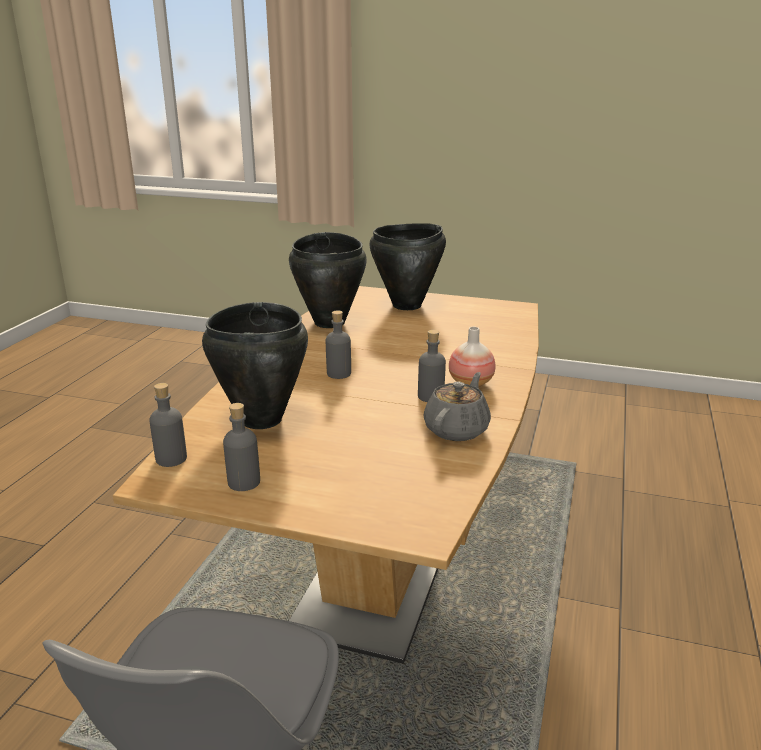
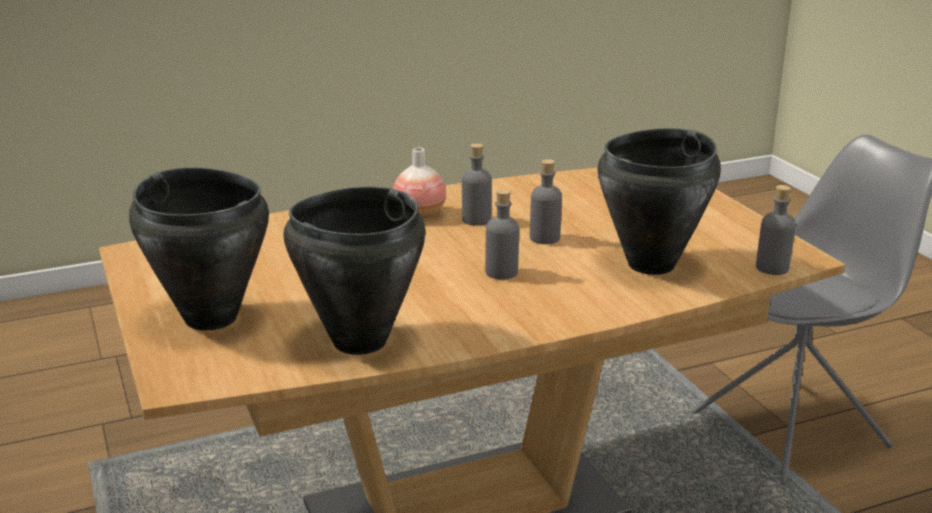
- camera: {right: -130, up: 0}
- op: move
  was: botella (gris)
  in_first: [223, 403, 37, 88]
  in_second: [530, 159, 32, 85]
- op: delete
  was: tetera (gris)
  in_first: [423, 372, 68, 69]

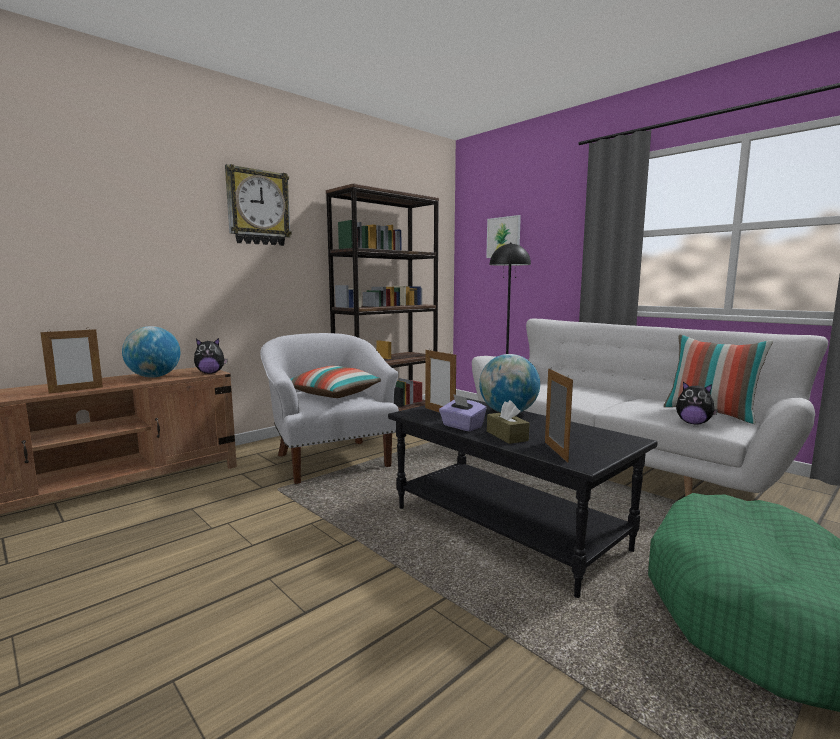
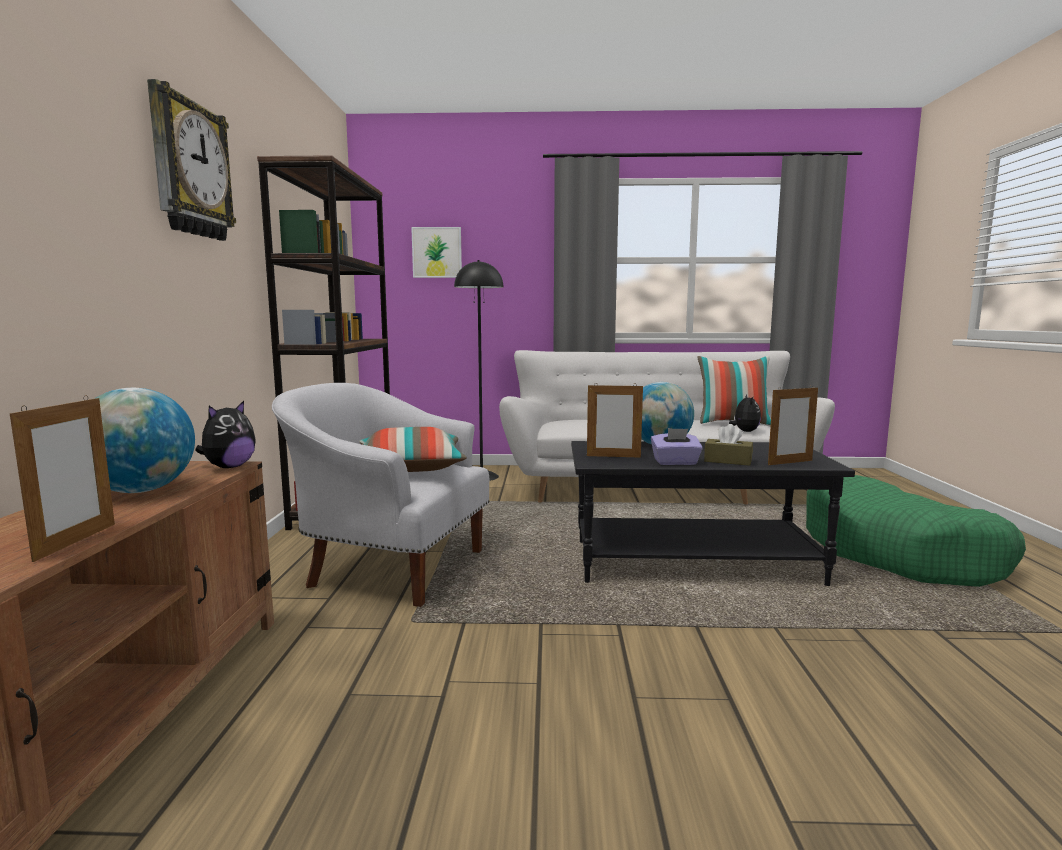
- camera: {right: -45, up: 0}
- op: rotate
  was: peluche
  in_first: [676, 381, 42, 44]
  in_second: [729, 394, 32, 38]
  clockwise: -75
- op: rotate
  was: portarretratos
  in_first: [545, 367, 28, 96]
  in_second: [768, 385, 50, 80]
  clockwise: 120

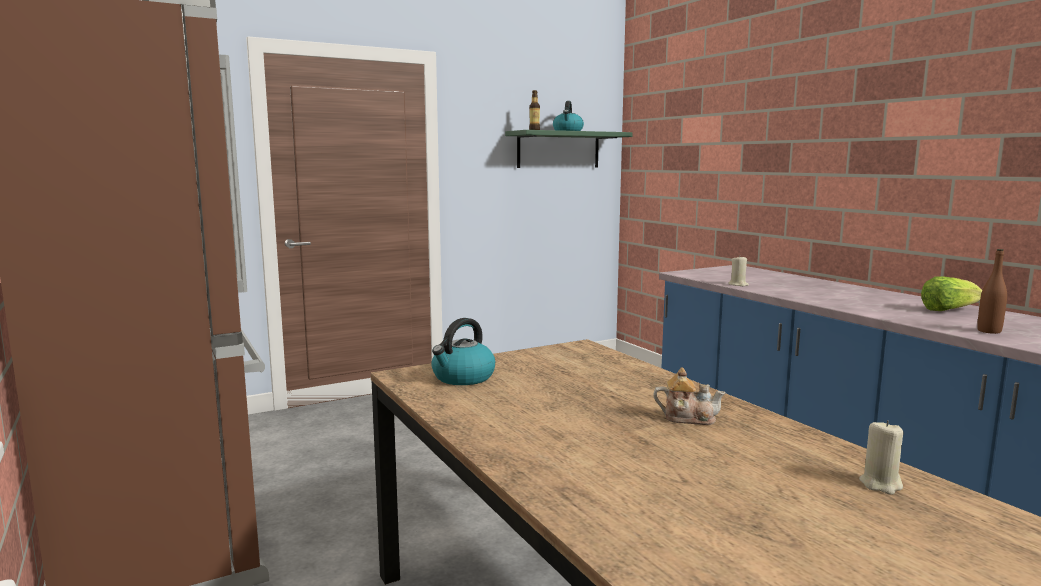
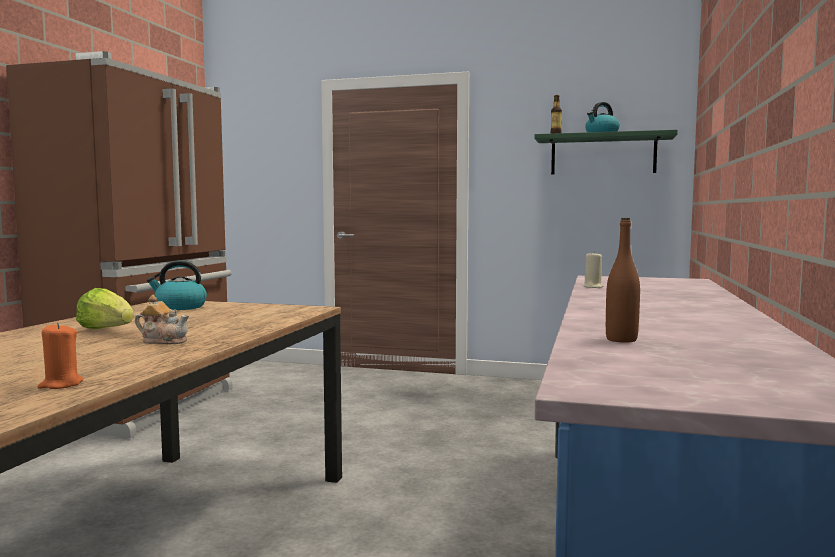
- camera: {right: 45, up: -5}
- op: recolor
  was: vela (beis)
  now: vela (naranja)
  in_first: [859, 420, 44, 75]
  in_second: [38, 323, 45, 66]
- op: move
  was: lechuga
  in_first: [921, 276, 61, 35]
  in_second: [76, 288, 58, 41]
- op: rotate
  was: tetera
  in_first: [653, 367, 73, 58]
  in_second: [135, 295, 54, 49]
  clockwise: -45

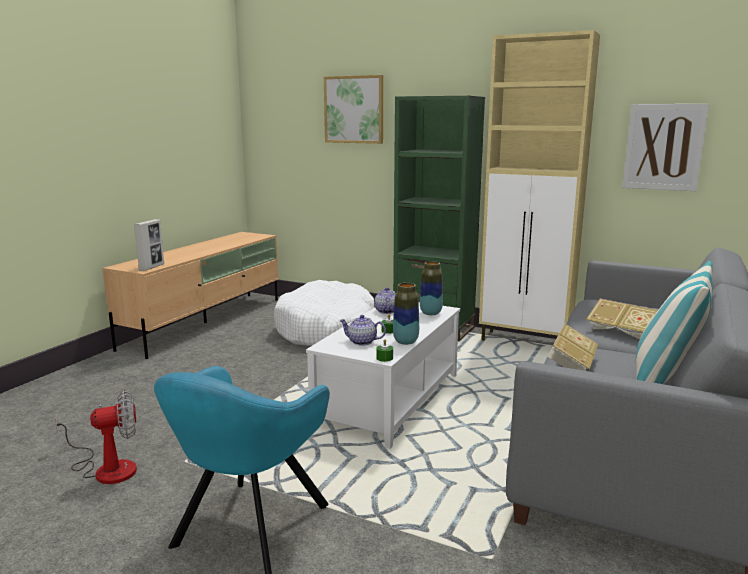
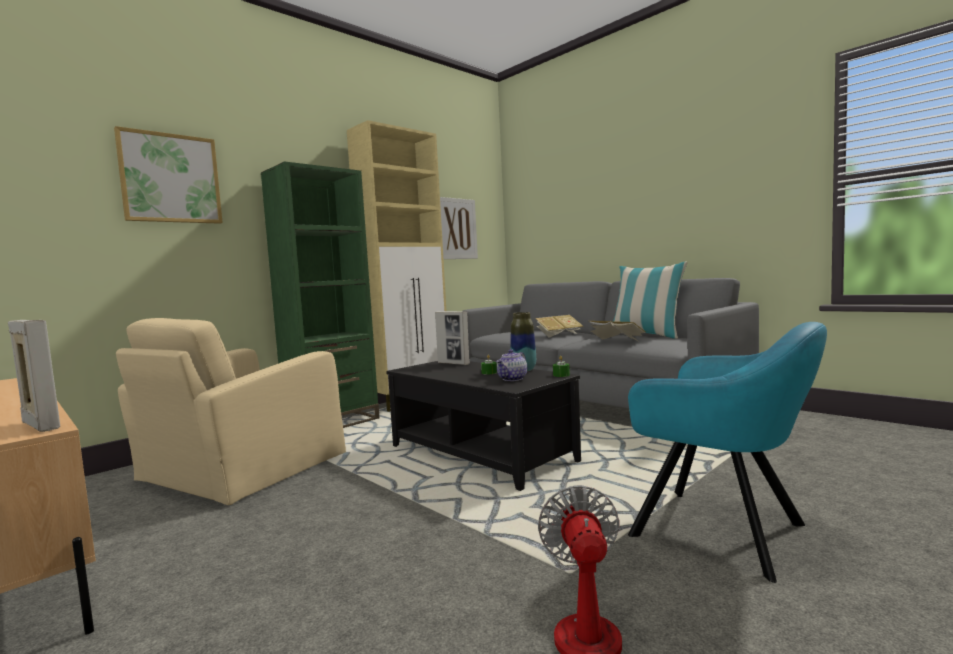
- camera: {right: -70, up: -10}
- op: replace
  was: cama para perro (blanco)
  now: sillón (beis)
  in_first: [274, 280, 101, 66]
  in_second: [116, 318, 230, 187]
- op: recolor
  was: mesa de centro (blanco)
  now: mesa de centro (negro)
  in_first: [306, 302, 154, 147]
  in_second: [386, 361, 195, 130]
- op: replace
  was: florero
  now: portarretratos
  in_first: [420, 261, 23, 54]
  in_second: [435, 311, 35, 54]
- op: delete
  was: tetera
  in_first: [374, 288, 22, 26]

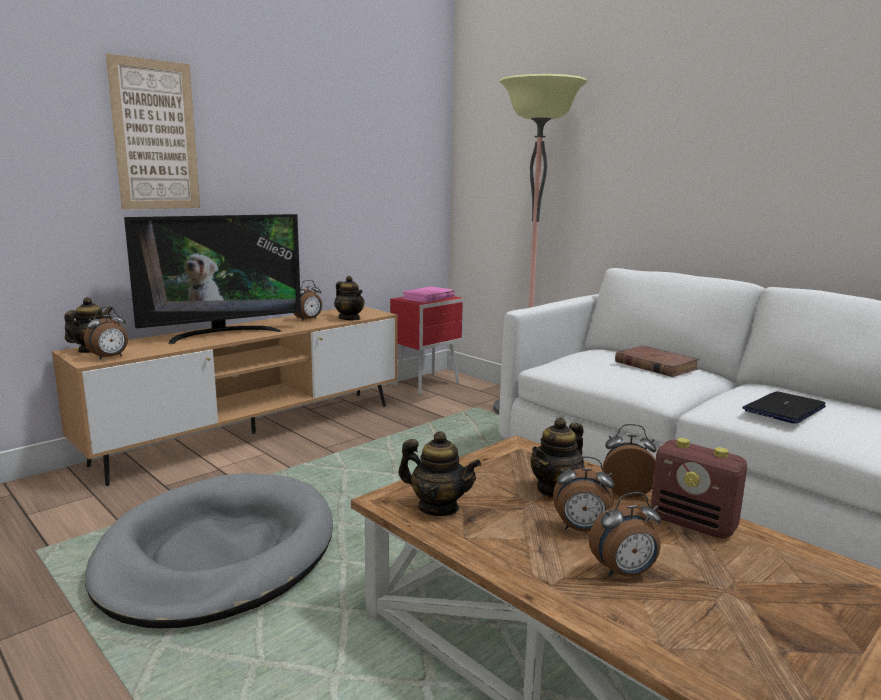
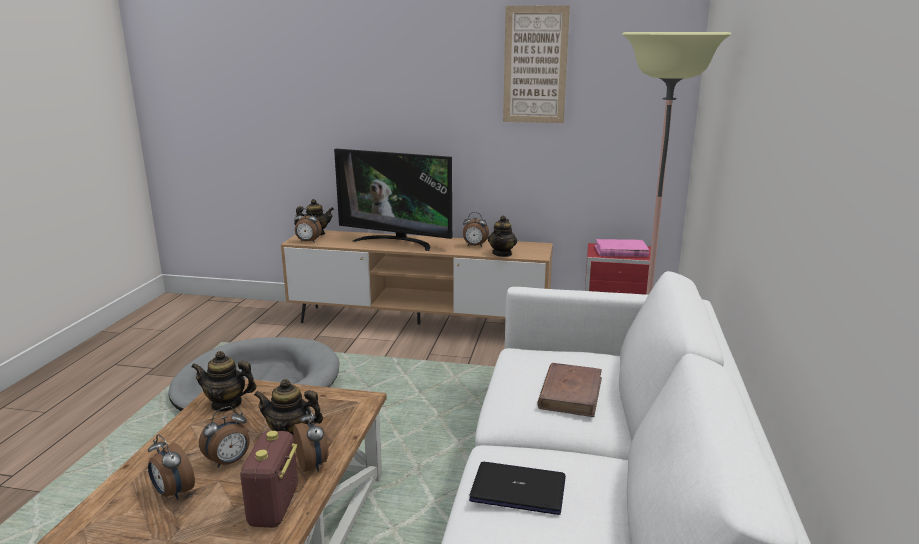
- camera: {right: 55, up: 5}
- op: rotate
  was: tetera
  in_first: [398, 431, 83, 85]
  in_second: [191, 351, 65, 61]
  clockwise: 105
- op: rotate
  was: despertador
  in_first: [553, 456, 62, 76]
  in_second: [199, 406, 51, 62]
  clockwise: -105
- op: move
  was: cuadro
  in_first: [106, 53, 94, 157]
  in_second: [503, 5, 67, 118]

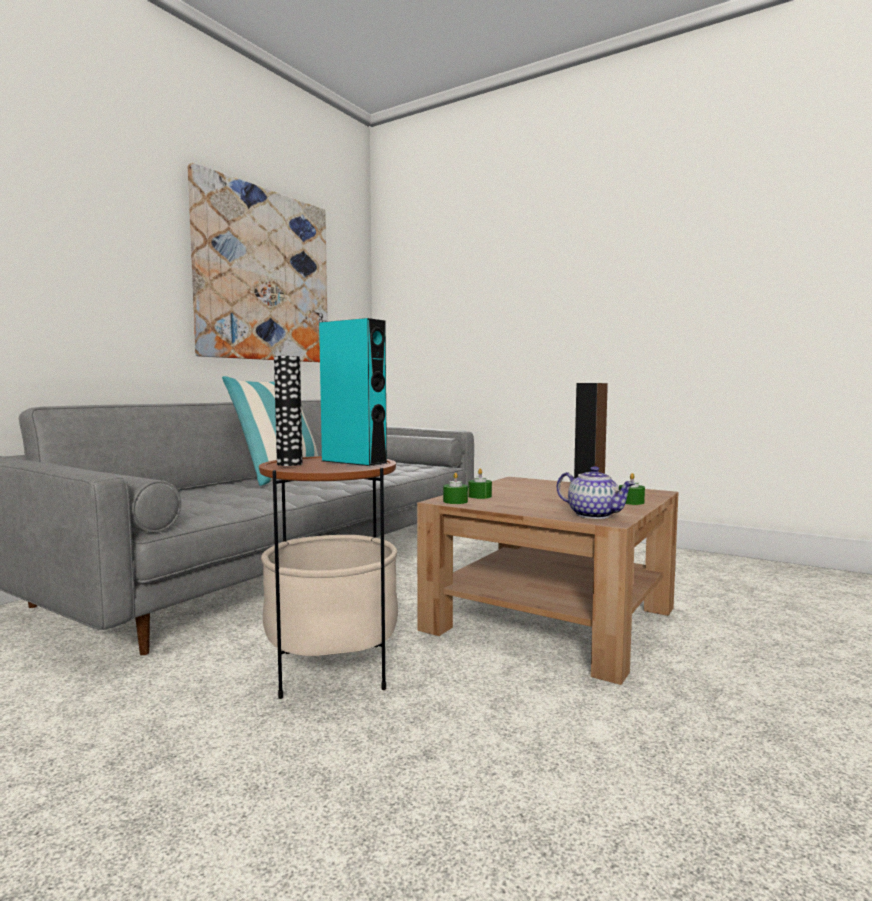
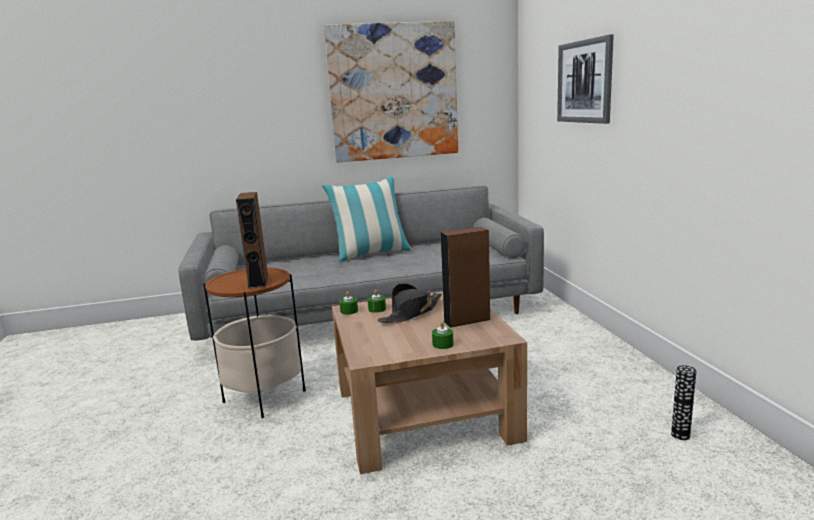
- camera: {right: 45, up: 10}
- op: recolor
  was: altavoz (turquesa)
  now: altavoz (marrón)
  in_first: [319, 318, 68, 148]
  in_second: [236, 192, 32, 96]
- op: insert
  now: sombrero (negro)
  in_second: [378, 283, 64, 40]
- op: insert
  now: cuadro
  in_second: [557, 34, 57, 90]
- op: move
  was: florero
  in_first: [274, 356, 29, 110]
  in_second: [671, 365, 25, 75]
- op: delete
  was: tetera
  in_first: [557, 466, 78, 53]

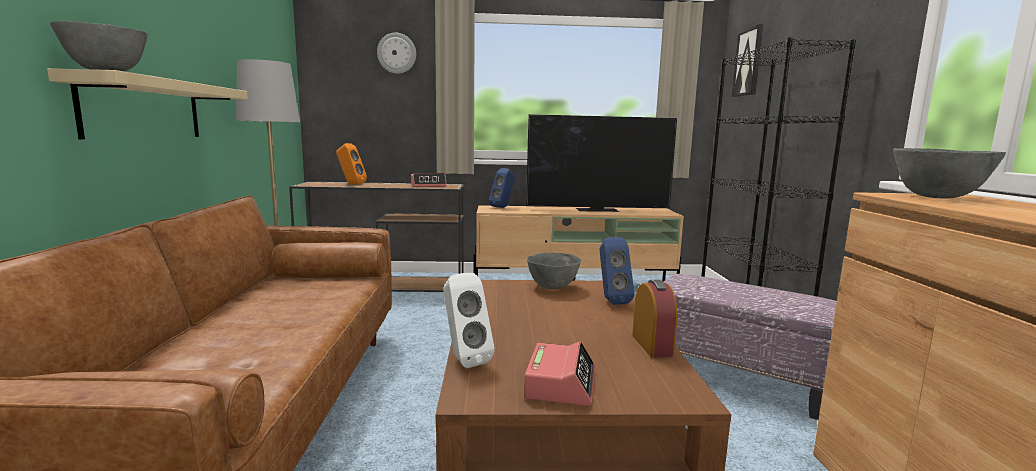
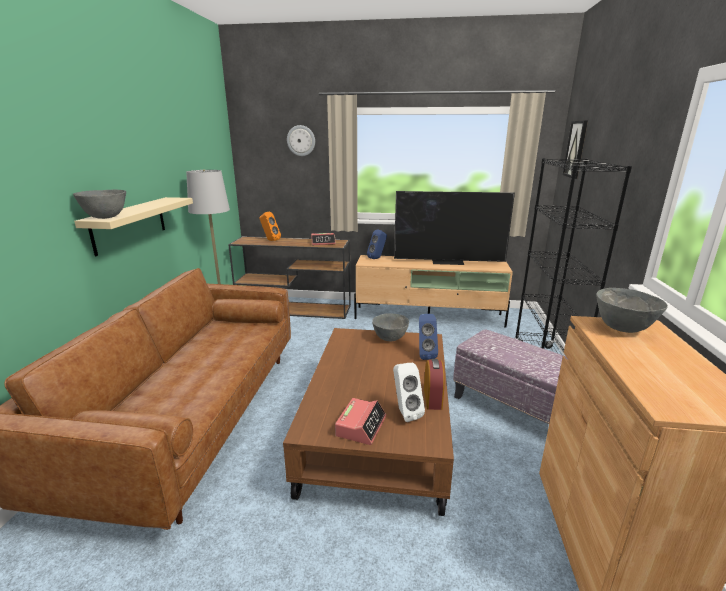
- camera: {right: 10, up: 10}
- op: move
  was: altavoz (blanco)
  in_first: [443, 273, 52, 95]
  in_second: [393, 363, 32, 59]

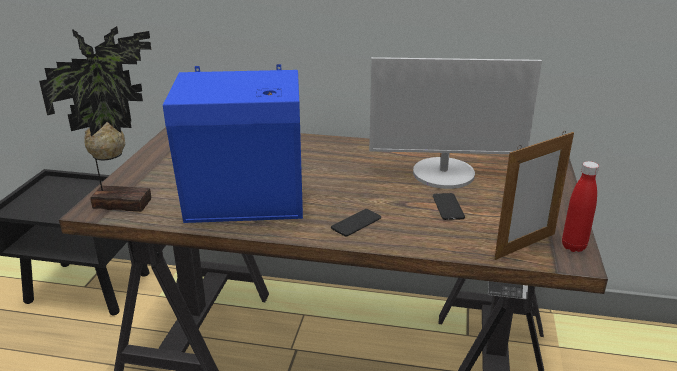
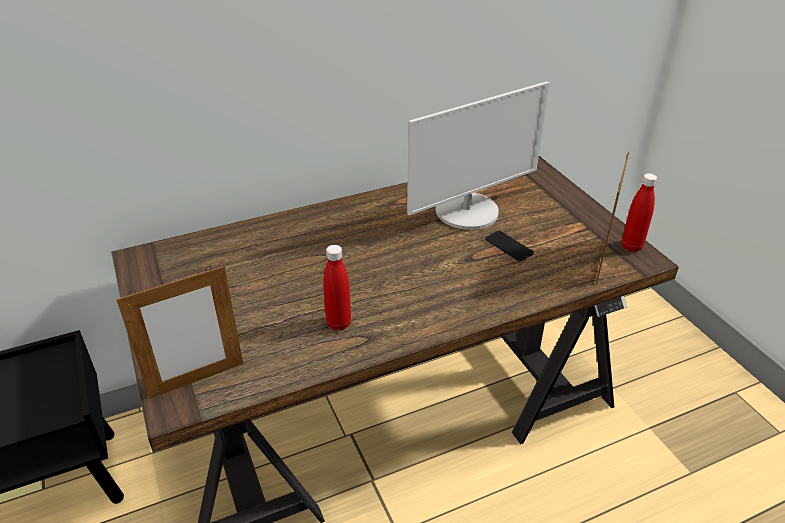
- camera: {right: -35, up: 10}
- op: replace
  was: planta en maceta
  now: portarretratos
  in_first: [39, 26, 112, 186]
  in_second: [116, 266, 127, 133]
- op: replace
  was: altavoz (azul)
  now: botella (rojo)
  in_first: [163, 64, 140, 159]
  in_second: [323, 245, 28, 85]
- op: delete
  was: móvil
  in_first: [331, 209, 50, 28]

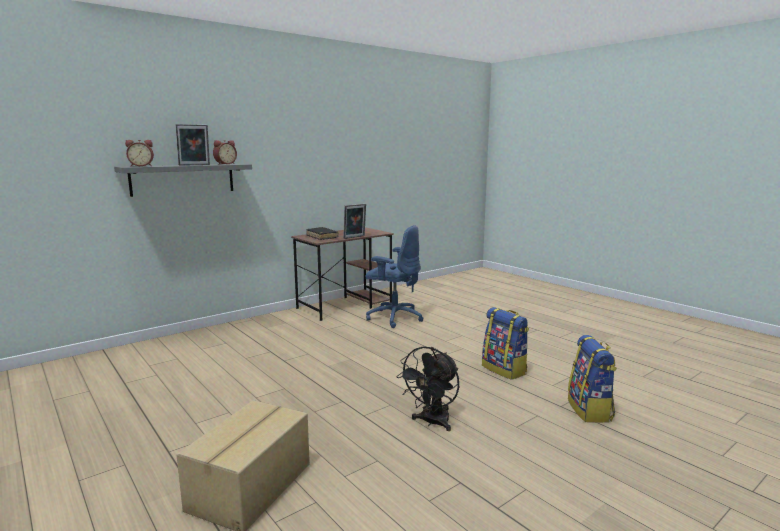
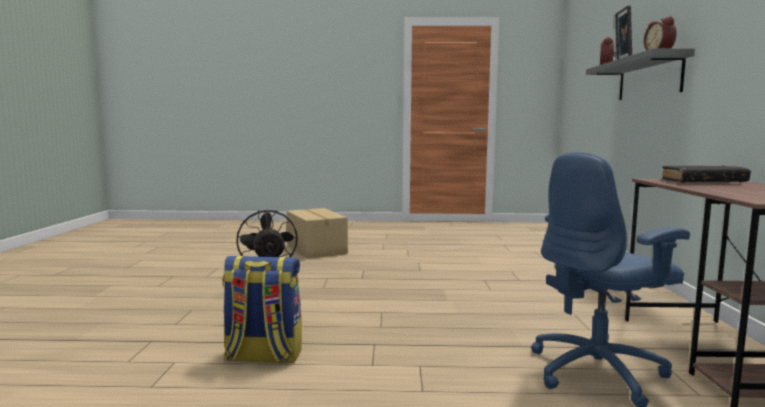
- camera: {right: 130, up: -5}
- op: delete
  was: portarretratos
  in_first: [343, 204, 23, 35]
- op: delete
  was: mochila
  in_first: [568, 335, 49, 88]

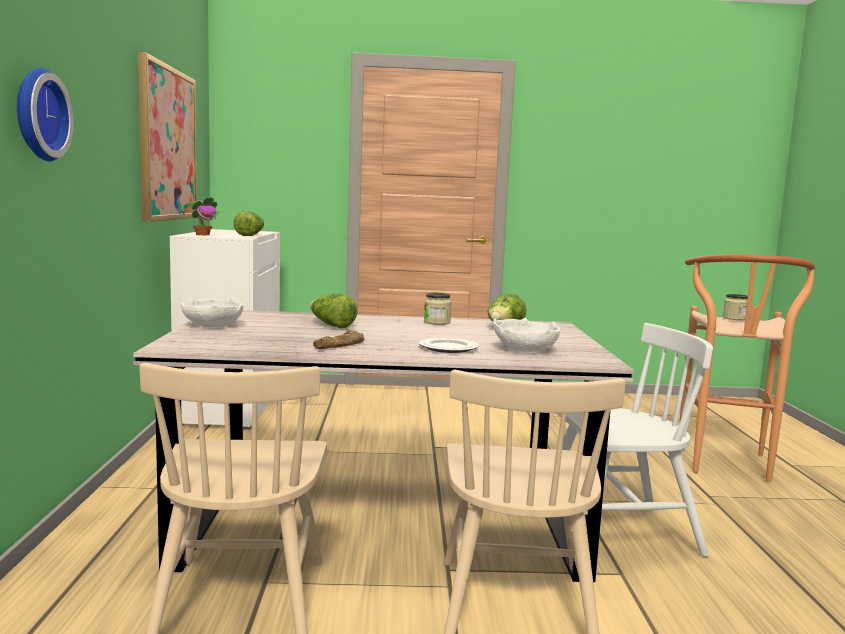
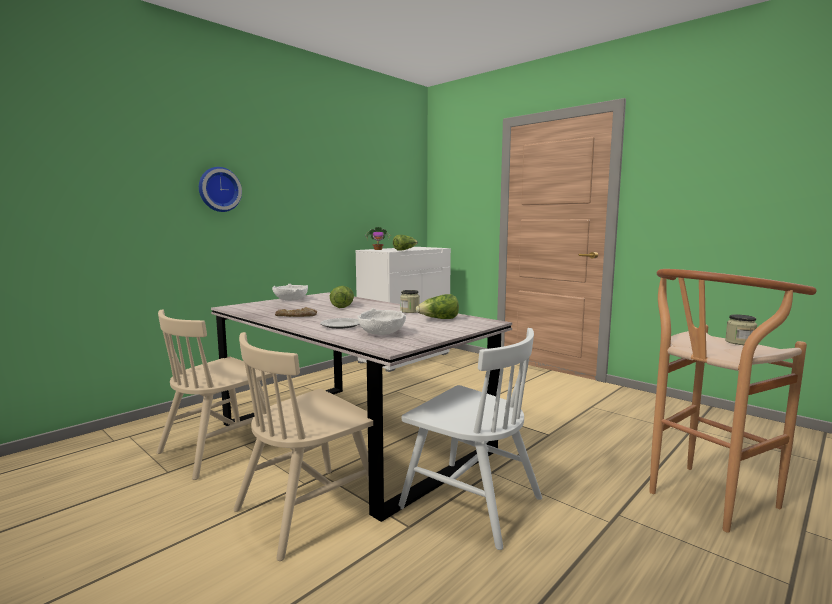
- camera: {right: 45, up: 0}
- op: delete
  was: cuadro
  in_first: [138, 52, 59, 170]

